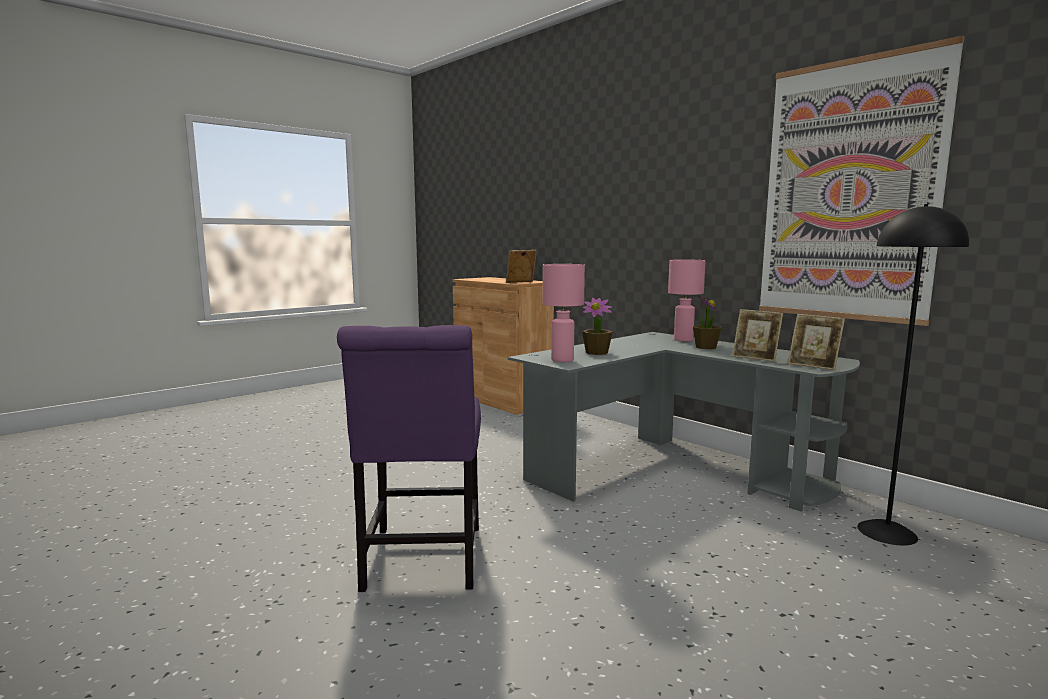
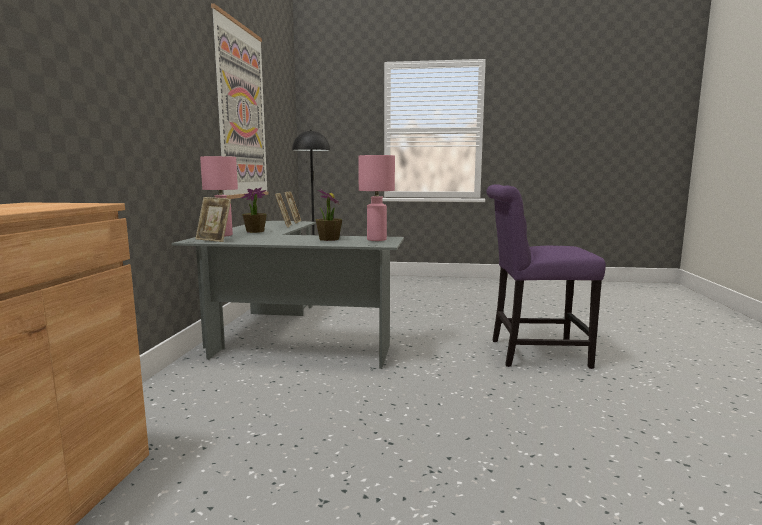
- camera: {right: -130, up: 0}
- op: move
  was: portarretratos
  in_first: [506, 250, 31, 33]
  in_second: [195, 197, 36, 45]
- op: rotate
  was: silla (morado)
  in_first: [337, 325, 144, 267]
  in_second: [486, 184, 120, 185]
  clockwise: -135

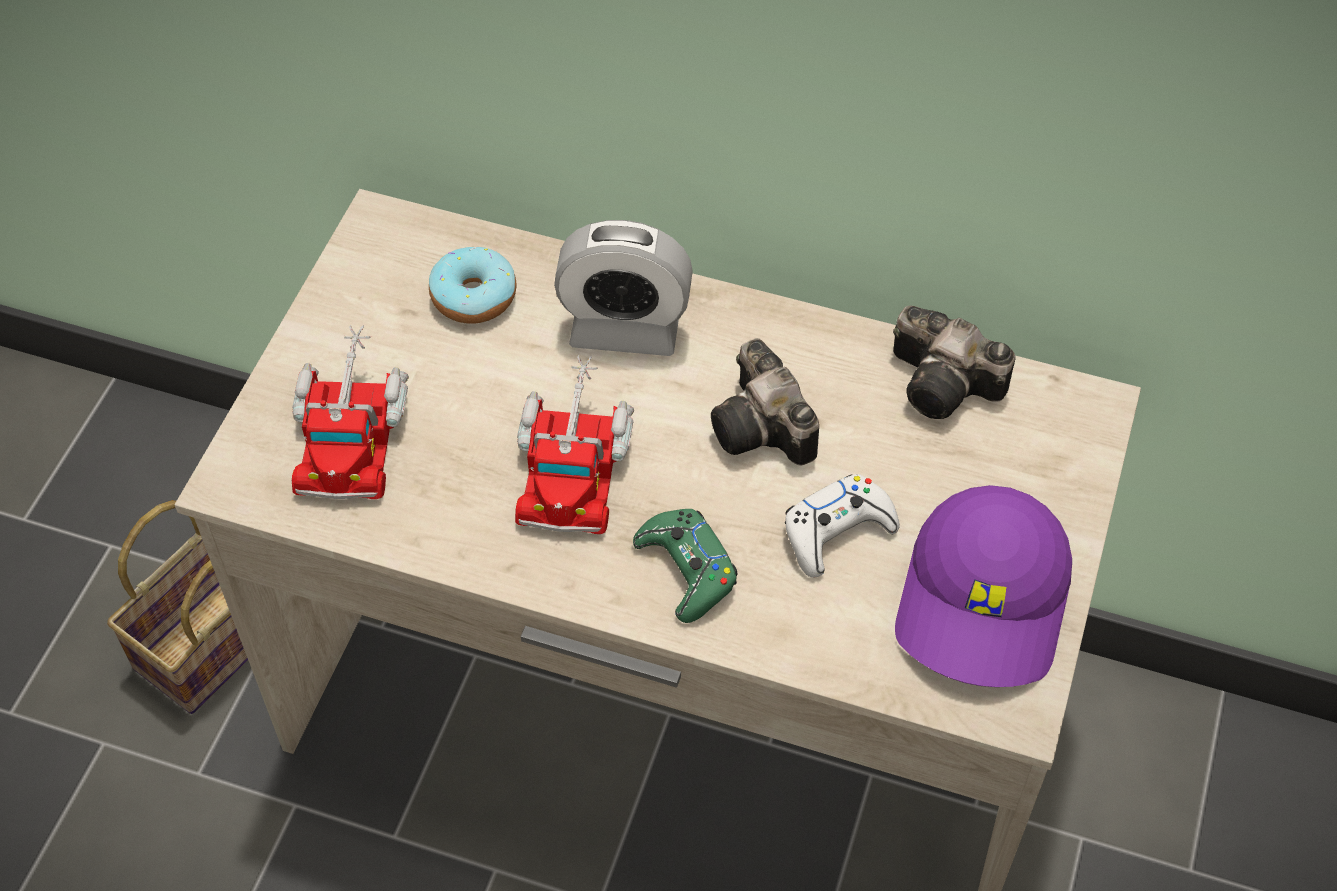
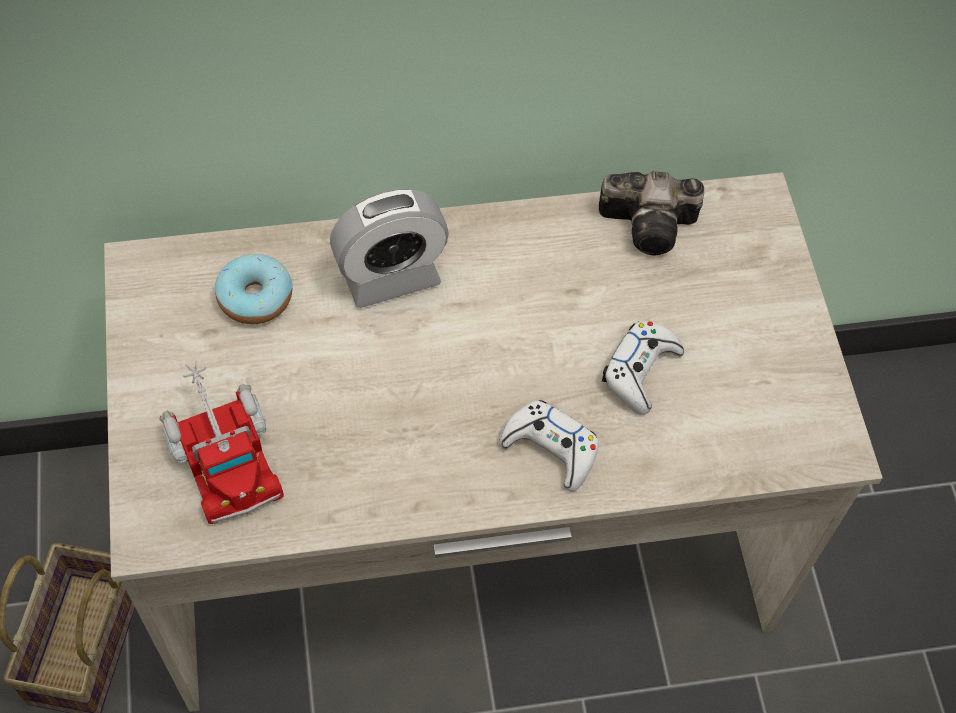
- camera: {right: -30, up: 5}
- op: recolor
  was: mando de consola (verde)
  now: mando de consola (blanco)
  in_first: [633, 509, 105, 114]
  in_second: [498, 400, 101, 91]
- op: delete
  was: camión de juguete
  in_first: [515, 355, 119, 179]
- op: delete
  was: cámara
  in_first: [711, 338, 108, 128]
- op: delete
  was: gorra (morado)
  in_first: [895, 485, 177, 202]

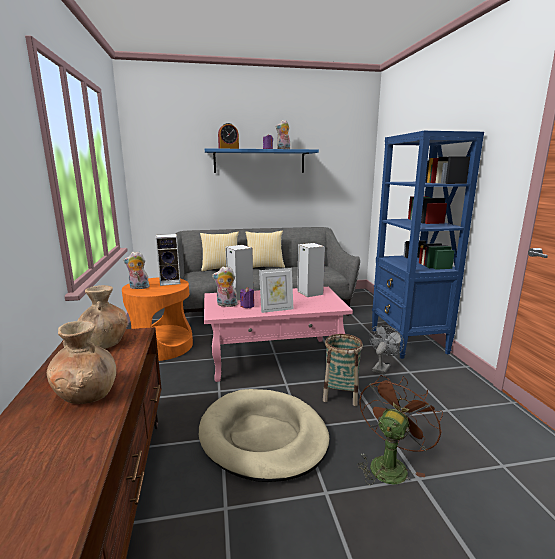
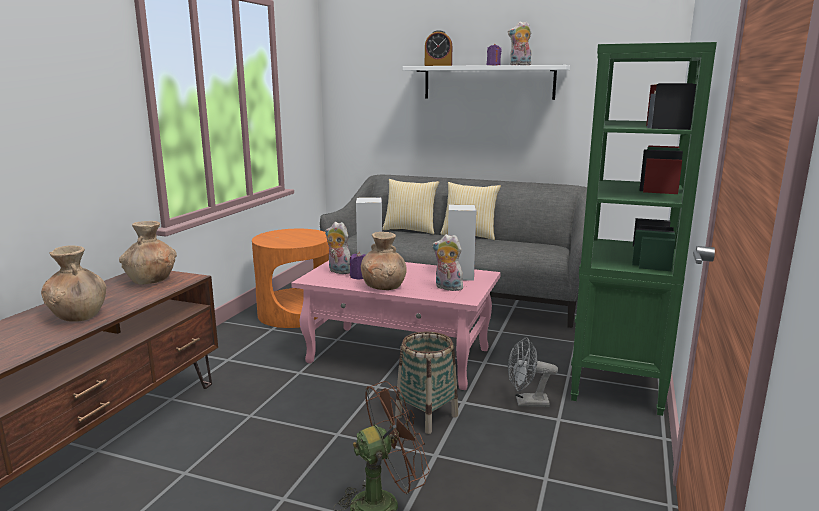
- camera: {right: 30, up: 0}
- op: replace
  was: portarretratos
  now: florero (marrón)
  in_first: [259, 268, 35, 45]
  in_second: [361, 232, 46, 58]
- op: recolor
  was: estante (azul)
  now: estante (blanco)
  in_first: [205, 148, 114, 25]
  in_second: [403, 65, 167, 35]
- op: move
  was: peluche
  in_first: [123, 251, 27, 38]
  in_second: [432, 234, 31, 57]
- op: rotate
  was: ventilador (gris)
  in_first: [369, 325, 35, 49]
  in_second: [508, 337, 50, 70]
  clockwise: -150
- op: recolor
  was: estantería (azul)
  now: estantería (verde)
  in_first: [372, 131, 112, 228]
  in_second: [571, 42, 146, 374]
- op: delete
  was: altavoz
  in_first: [156, 234, 24, 52]
- op: delete
  was: cama para perro (beis)
  in_first: [199, 389, 131, 93]

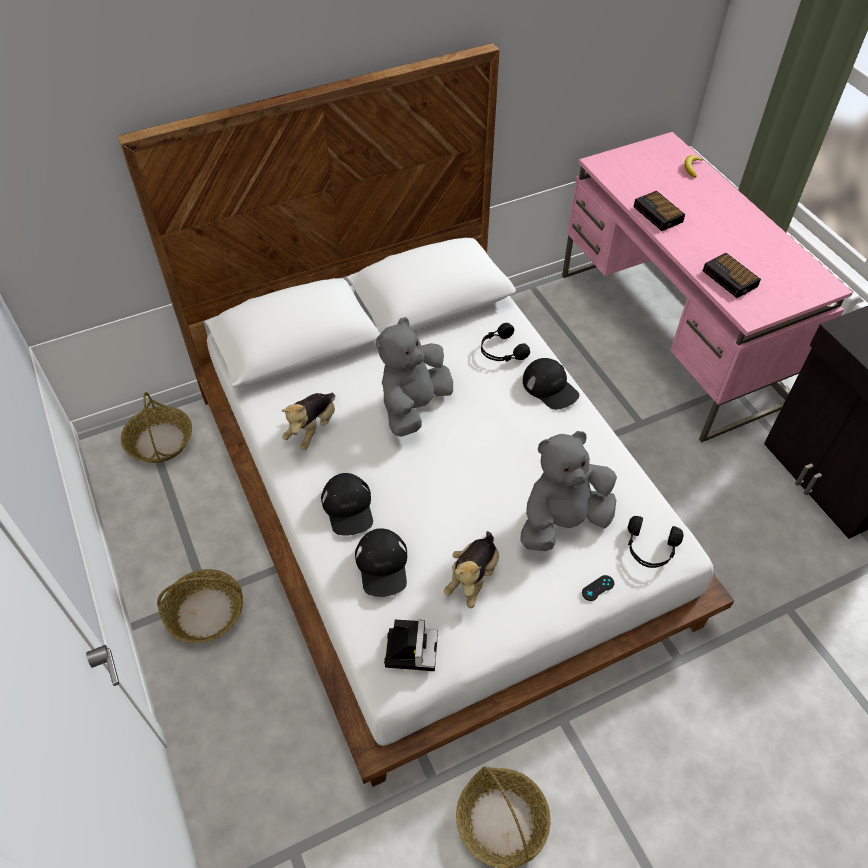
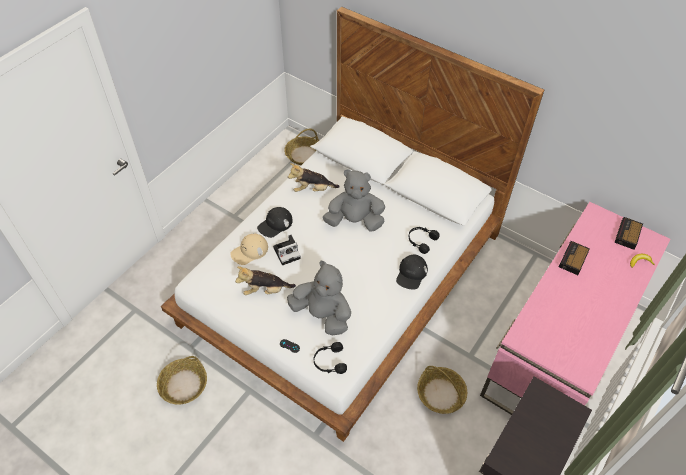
- camera: {right: 60, up: 0}
- op: recolor
  was: gorra (negro)
  now: gorra (beis)
  in_first: [355, 528, 52, 69]
  in_second: [230, 234, 38, 31]
- op: move
  was: cámara
  in_first: [384, 620, 54, 51]
  in_second: [273, 235, 28, 30]
- op: move
  was: cesta
  in_first: [157, 569, 86, 74]
  in_second: [417, 366, 50, 48]
- op: move
  was: despertador
  in_first: [703, 253, 58, 45]
  in_second: [614, 217, 29, 33]

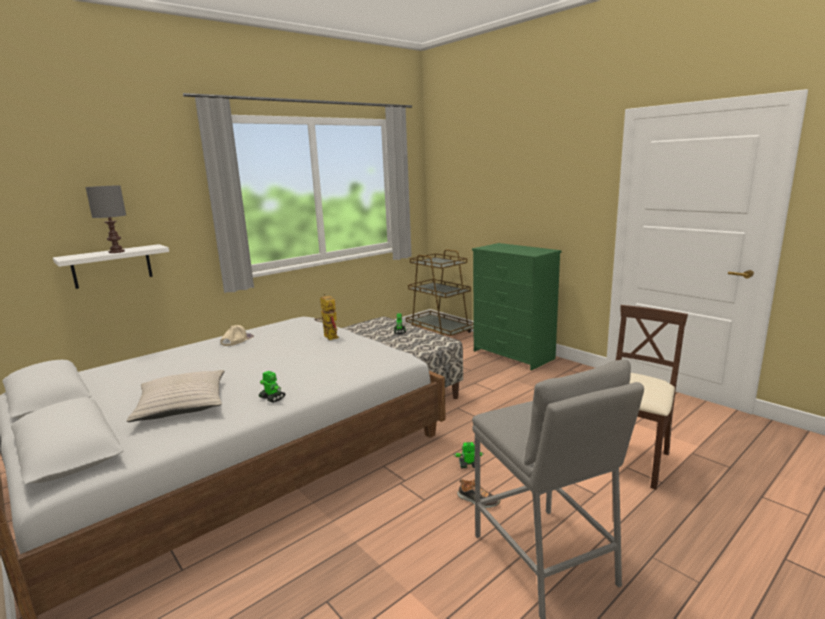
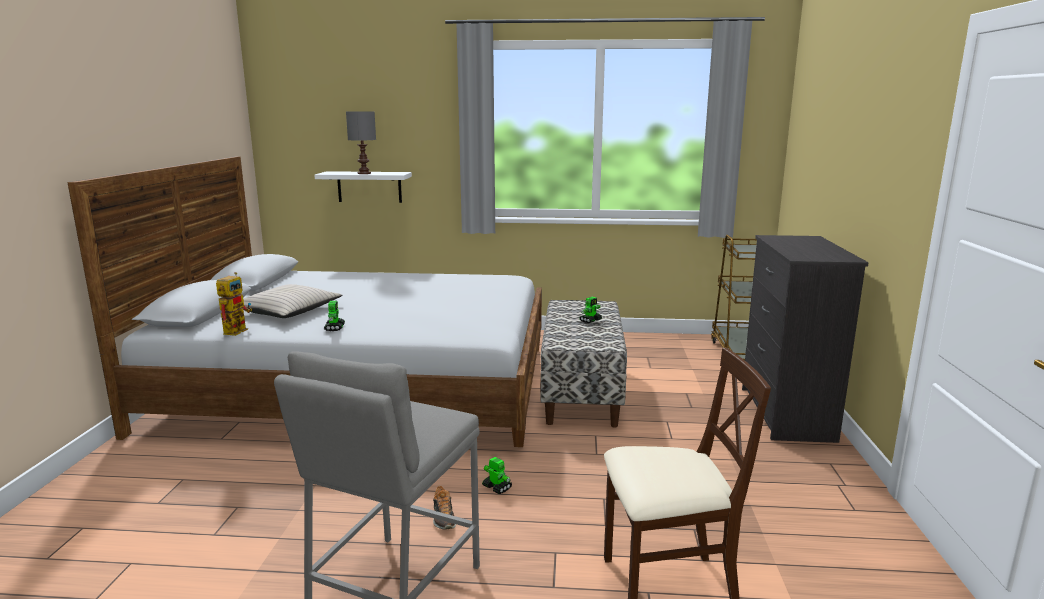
- camera: {right: 45, up: 0}
- op: move
  was: robot de juguete
  in_first: [314, 293, 25, 47]
  in_second: [216, 272, 36, 64]
- op: recolor
  was: cómoda (verde)
  now: cómoda (negro)
  in_first: [472, 243, 90, 127]
  in_second: [742, 235, 127, 208]
- op: delete
  was: gorra (beis)
  in_first: [220, 325, 34, 21]

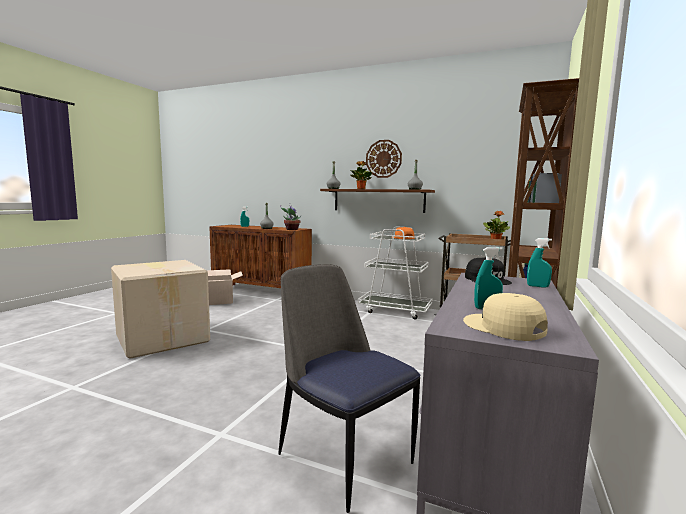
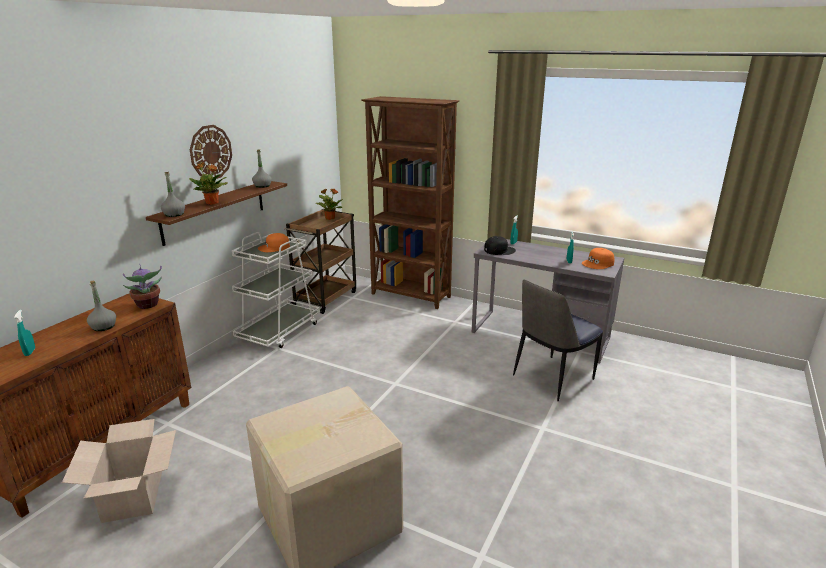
- camera: {right: -85, up: 15}
- op: recolor
  was: gorra (beis)
  now: gorra (naranja)
  in_first: [463, 293, 85, 48]
  in_second: [582, 248, 33, 21]

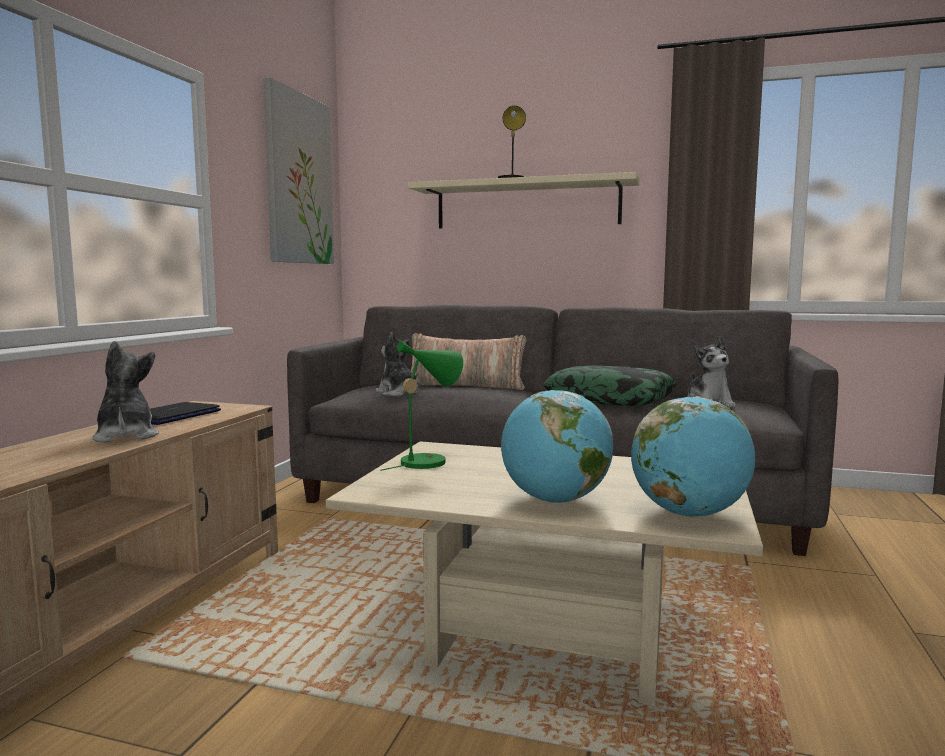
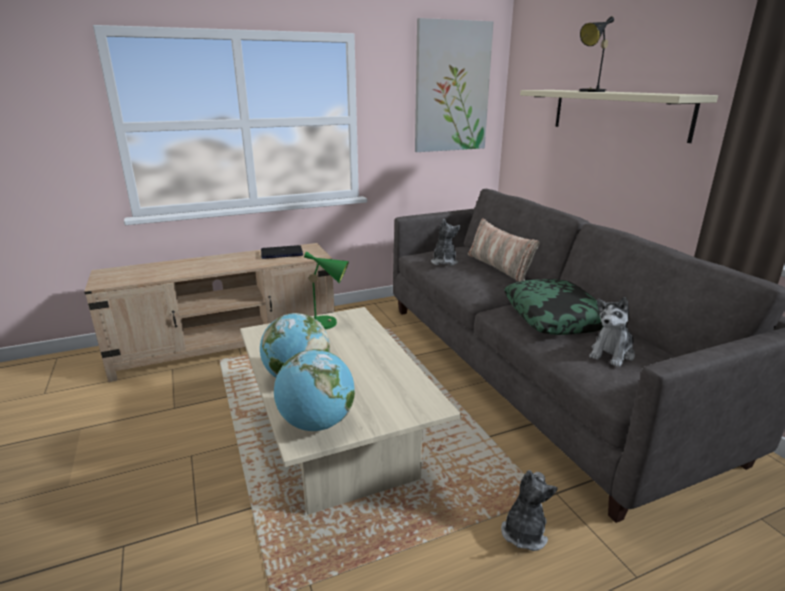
- camera: {right: 50, up: 15}
- op: move
  was: peluche
  in_first: [92, 341, 67, 102]
  in_second: [501, 470, 57, 81]

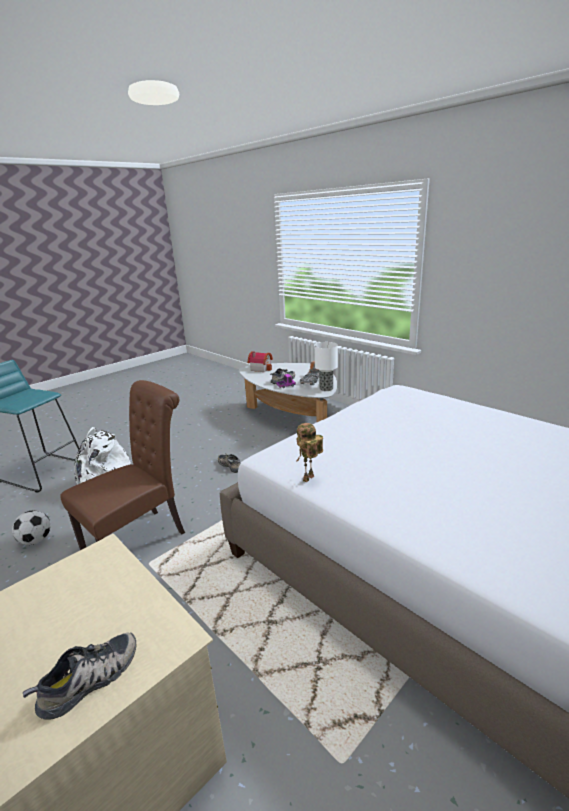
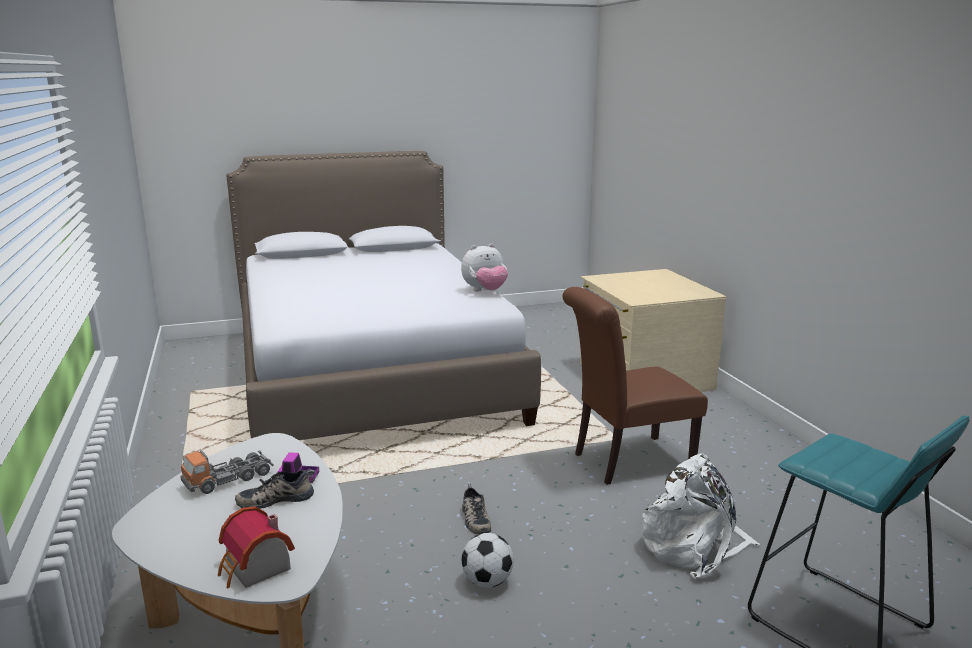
- camera: {right: -155, up: -5}
- op: replace
  was: robot de juguete
  now: peluche
  in_first: [296, 423, 27, 59]
  in_second: [461, 243, 47, 48]
- op: move
  was: balón de fútbol
  in_first: [12, 510, 39, 35]
  in_second: [461, 533, 53, 55]
- op: delete
  was: zapato
  in_first: [23, 633, 113, 87]
- op: delete
  was: lámpara de mesa
  in_first: [314, 342, 24, 49]

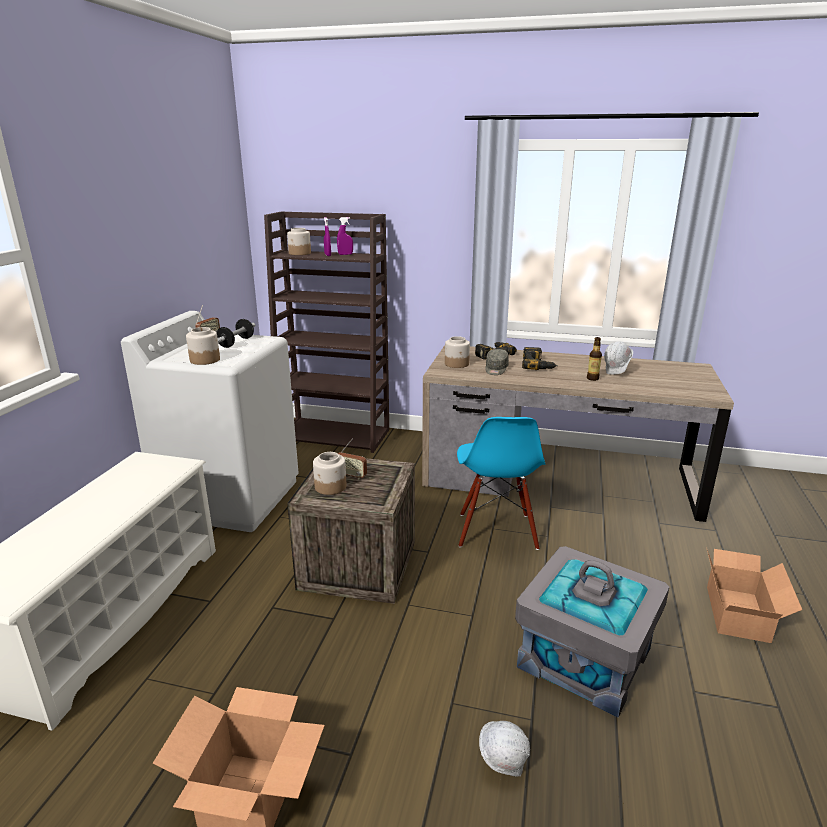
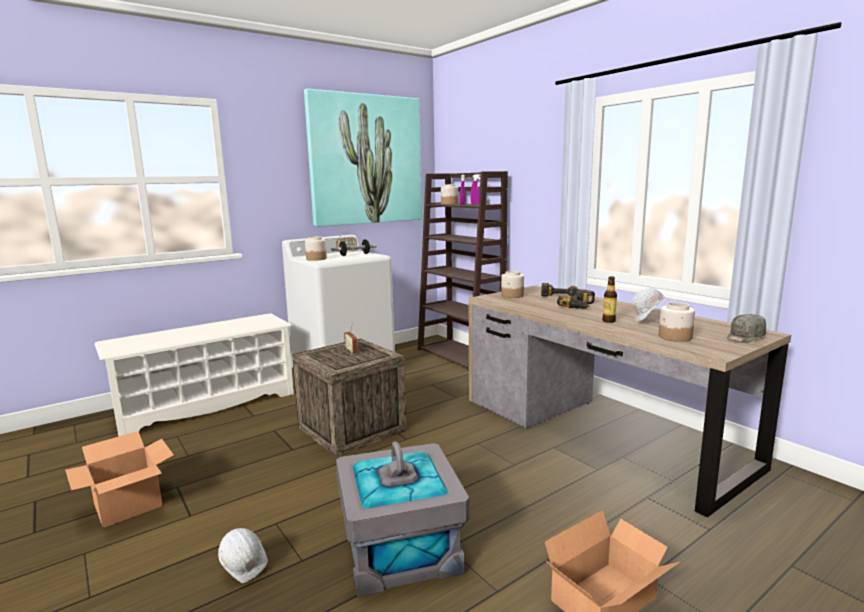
- camera: {right: 40, up: -10}
- op: insert
  now: cuadro
  in_second: [304, 89, 118, 138]
- op: move
  was: tarro
  in_first: [313, 452, 33, 43]
  in_second: [659, 302, 36, 40]
- op: move
  was: gorra (gris)
  in_first: [485, 349, 24, 26]
  in_second: [727, 314, 39, 29]
- op: delete
  was: silla (azul)
  in_first: [457, 417, 89, 133]

